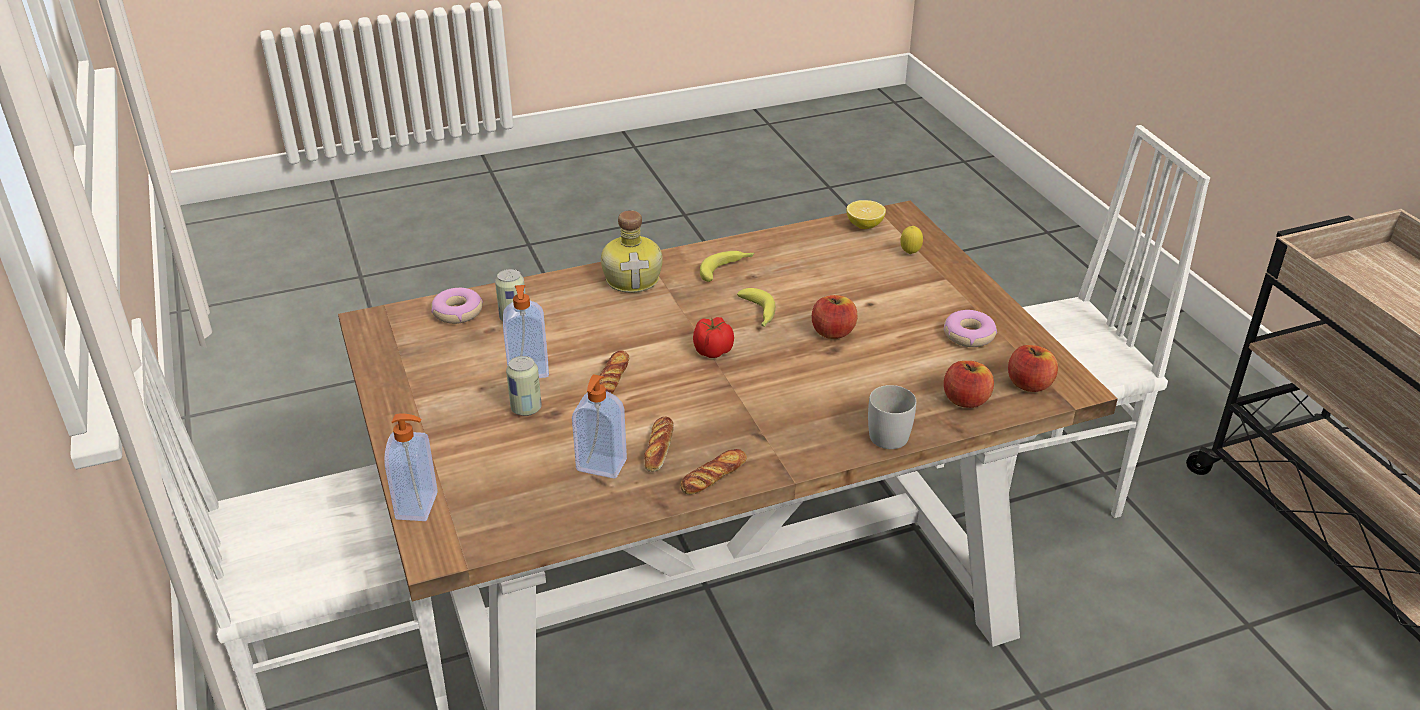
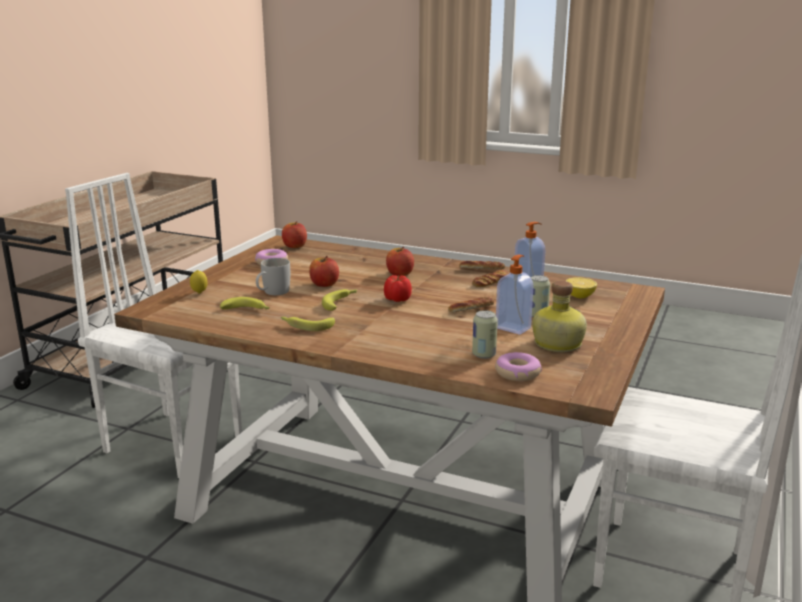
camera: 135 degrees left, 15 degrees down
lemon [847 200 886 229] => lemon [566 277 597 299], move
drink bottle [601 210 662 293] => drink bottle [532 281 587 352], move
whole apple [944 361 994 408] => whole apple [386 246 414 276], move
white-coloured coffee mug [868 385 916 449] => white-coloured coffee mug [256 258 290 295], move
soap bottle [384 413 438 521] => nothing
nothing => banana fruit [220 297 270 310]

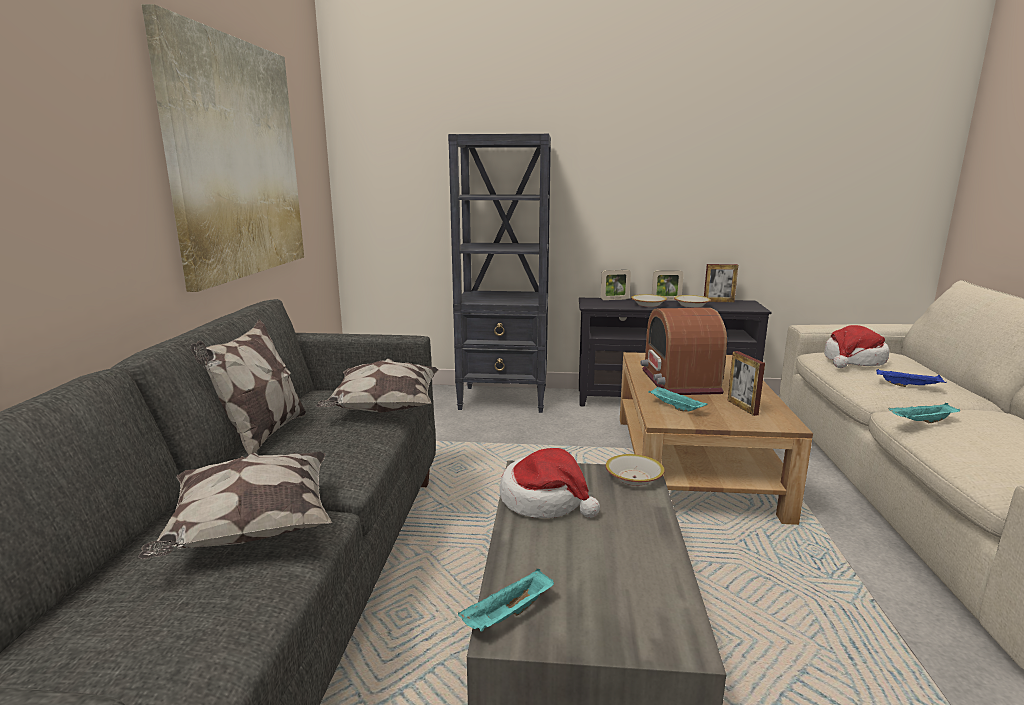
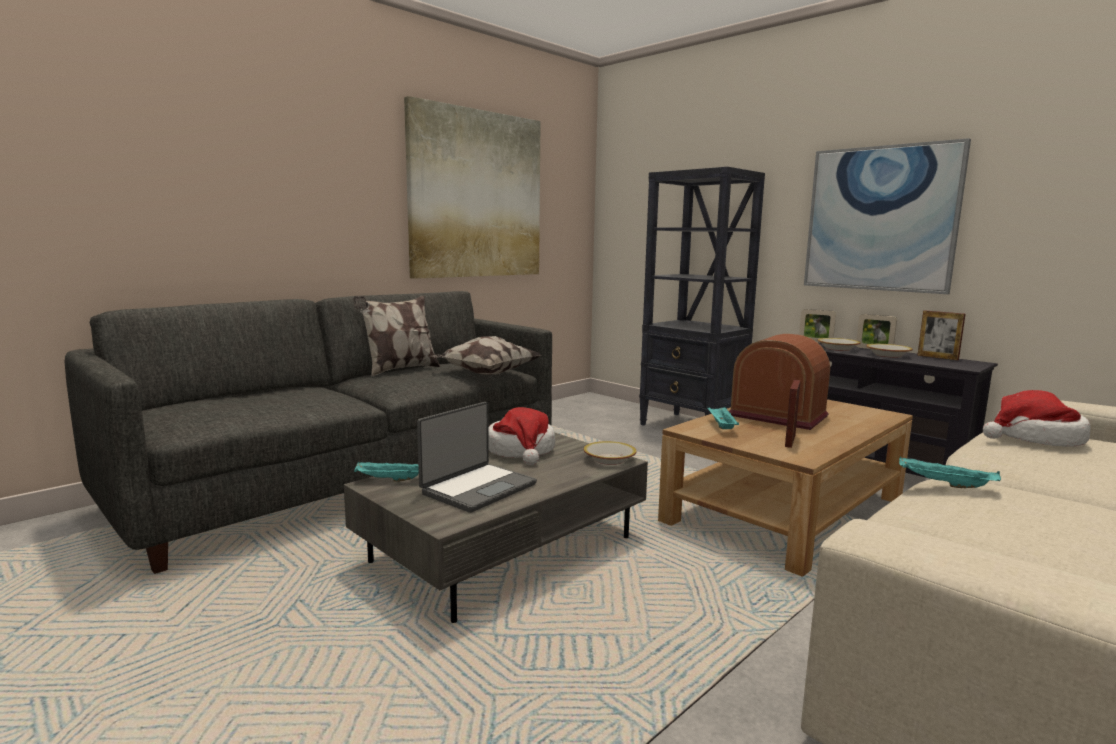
camera: 40 degrees right, 5 degrees down
radio set [641 308 727 395] => radio set [729 334 830 430], 90 degrees clockwise
blue tray [876 369 947 387] => nothing
cushion [138 452 332 559] => nothing
nothing => wall art [804 138 971 294]
nothing => portable computer [417 402 537 513]

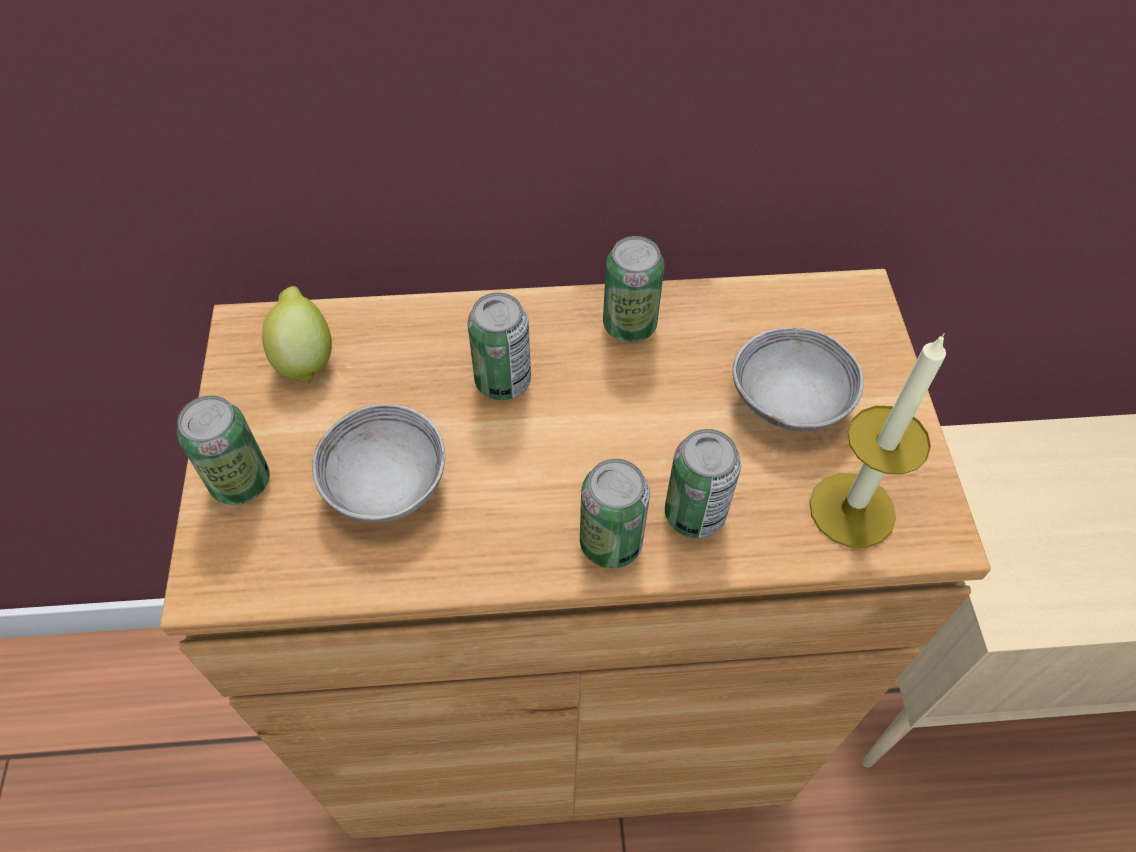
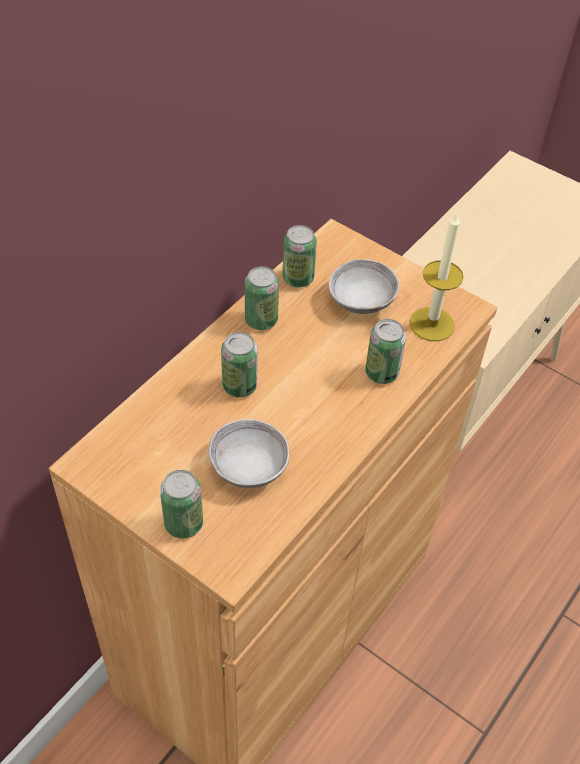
camera: 50 degrees left, 5 degrees down
lemon [262 286 332 384] => nothing
sealed can [580 459 650 568] => sealed can [282 225 317 288], move

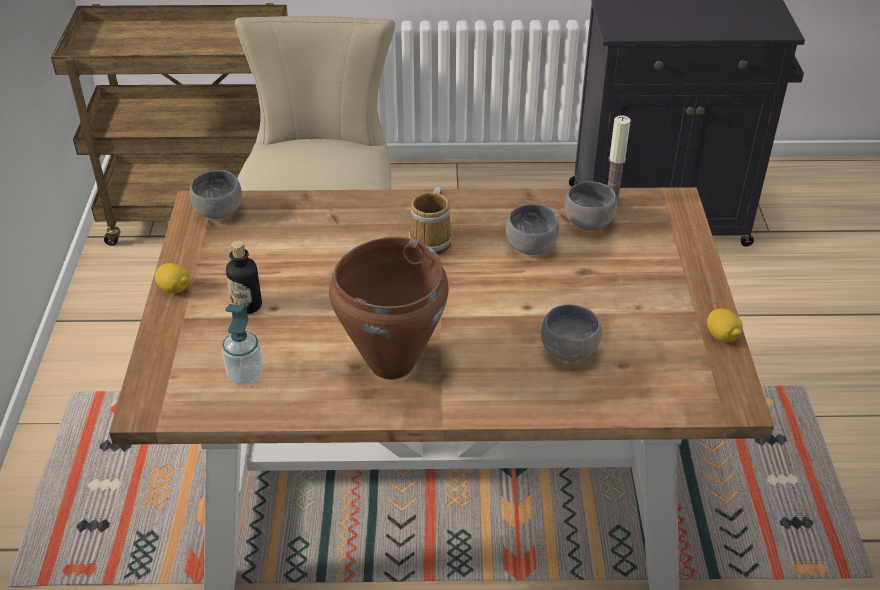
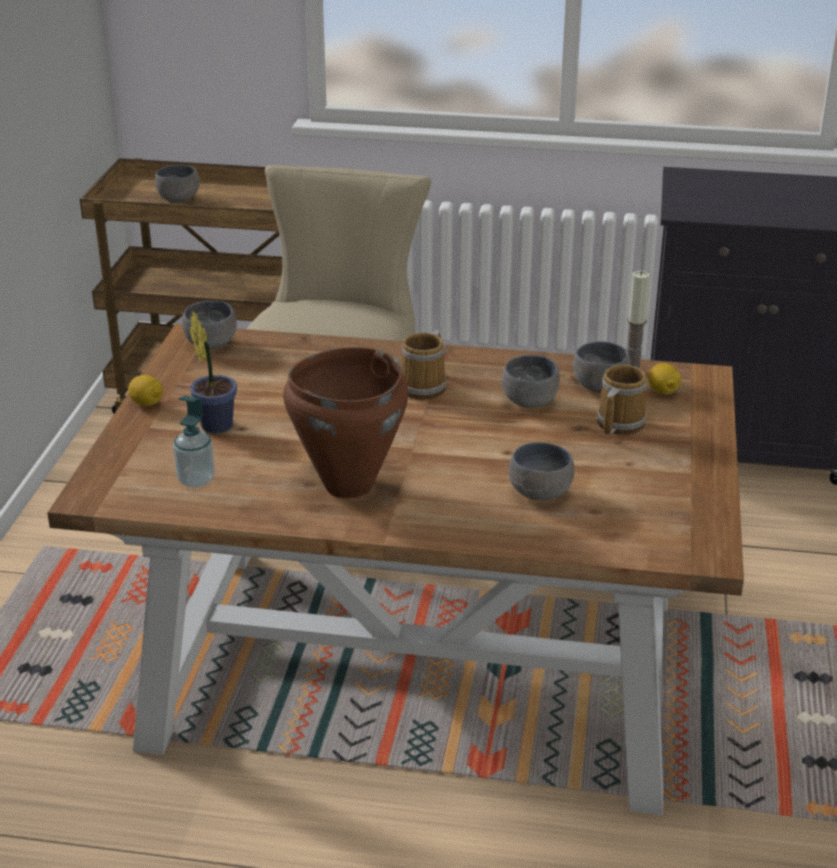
camera: 10 degrees right, 10 degrees down
drink bottle [226 241 262 314] => houseplant [190 312 237 433]
lemon [707 308 743 342] => lemon [648 363 681 394], move
nothing => greyish deep dish [155 165 200 203]
nothing => coffee mug [597 365 647 436]

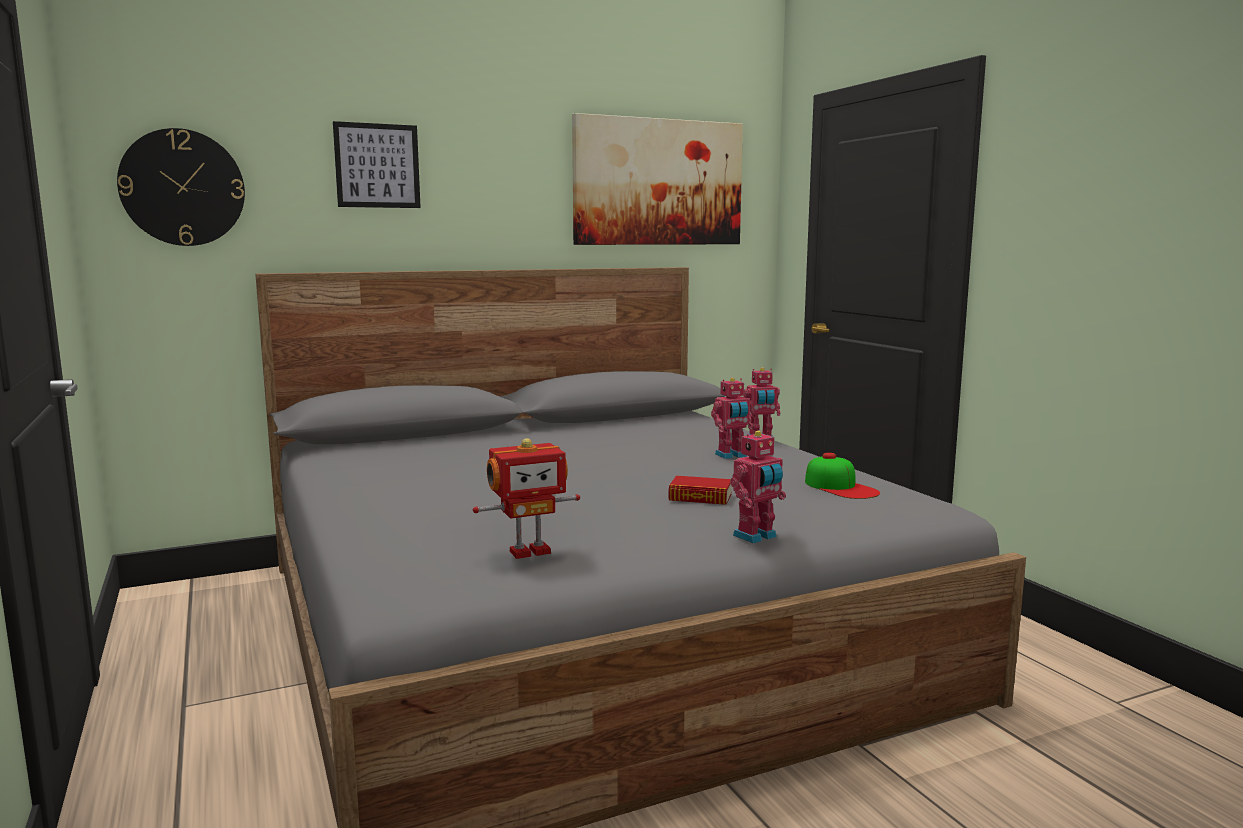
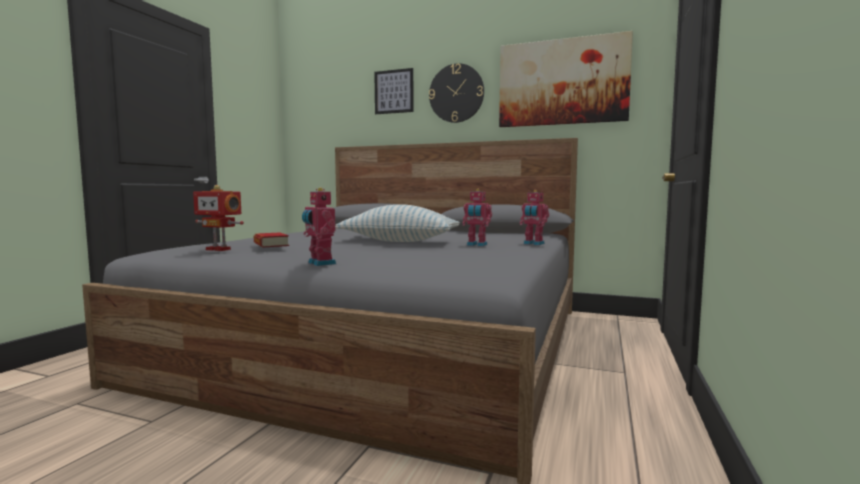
camera: 45 degrees right, 5 degrees down
hanging clock [117 128 245 246] => hanging clock [429 63 484 123], move
robot figure [730 431 786 544] => robot figure [302 188 336 266], 45 degrees clockwise
cap [805 453 880 499] => nothing
book [668 476 732 505] => book [253 233 289 247], move
nothing => cushion [335 204 460 242]

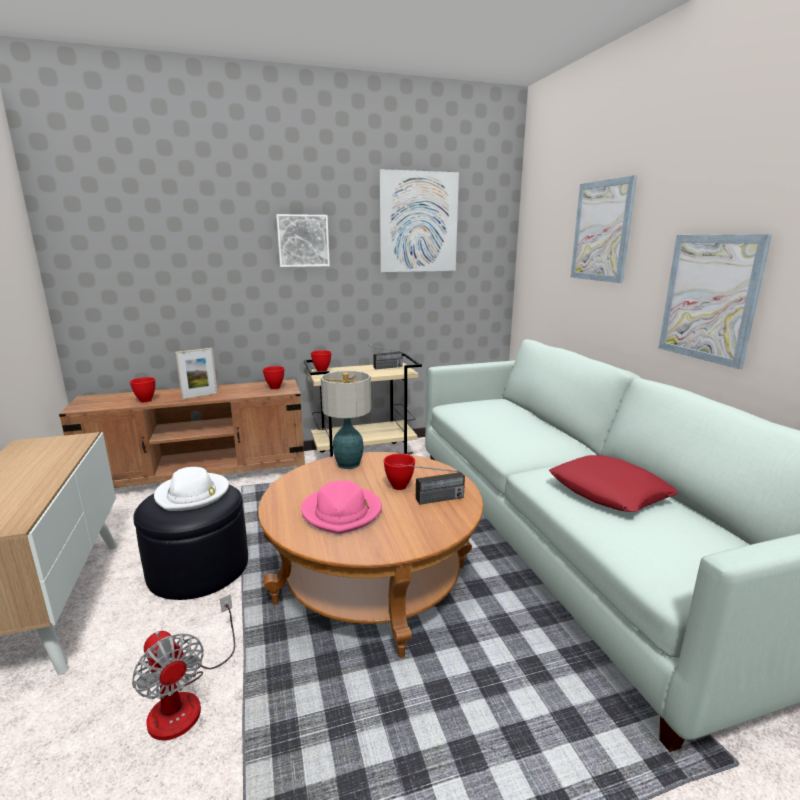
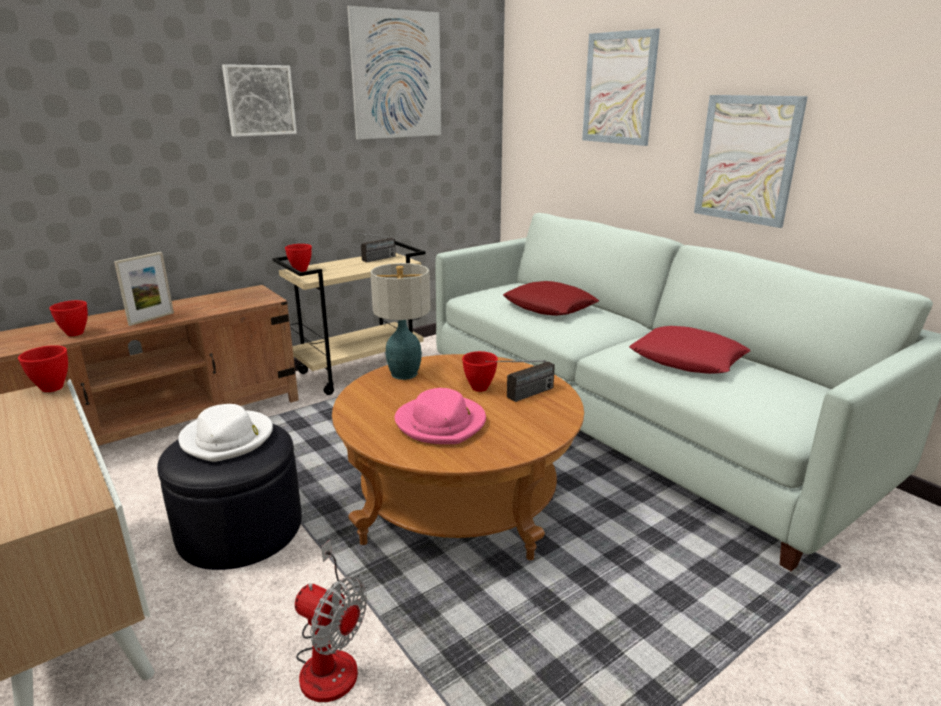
camera: 20 degrees left, 5 degrees up
reddish deep dish [263 366 284 389] => reddish deep dish [18 345 68 392], move
nothing => reddish cushion [503 281 599 316]

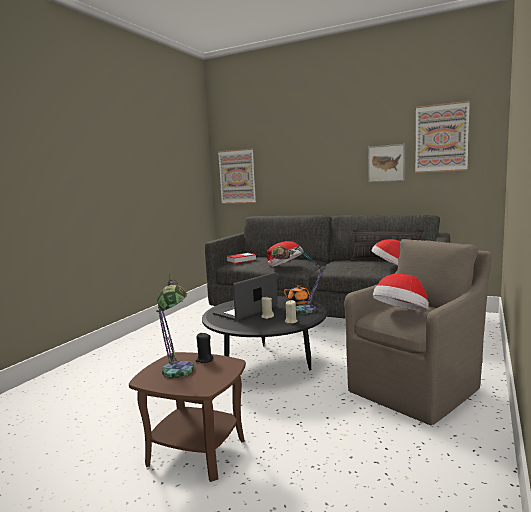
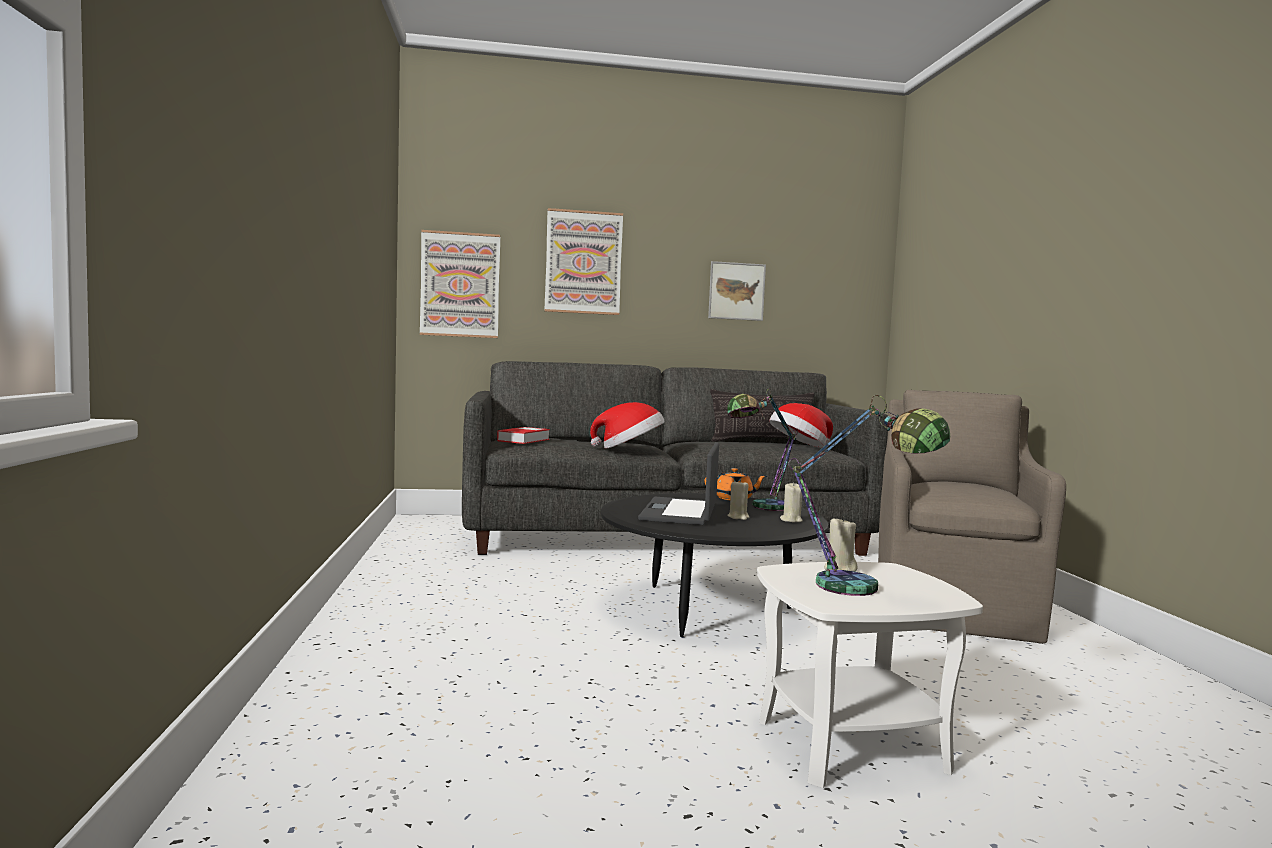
camera: 35 degrees left, 5 degrees down
wall art [415 101 470 173] => wall art [545 208 623 315], move
clothing hat [372 274 429 311] => nothing
black-coloured candle [196 333 214 363] => sand-coloured candle [824 517 858 571]
brownish side table [129 352 246 482] => white-coloured side table [757 562 983 788]

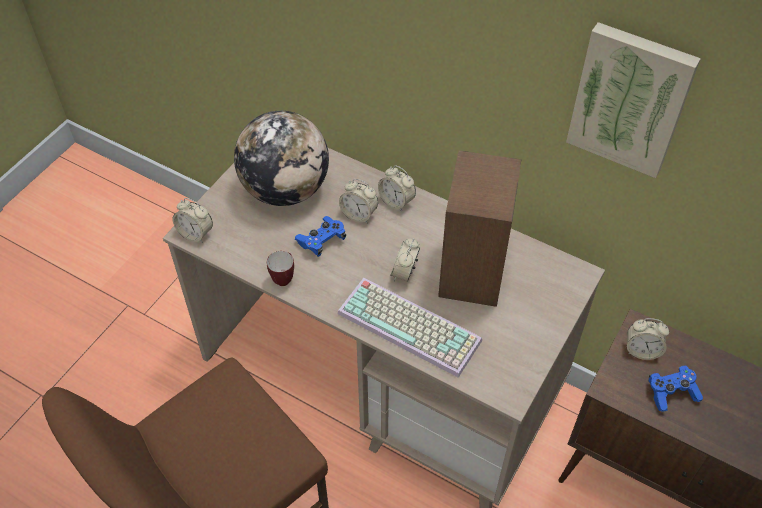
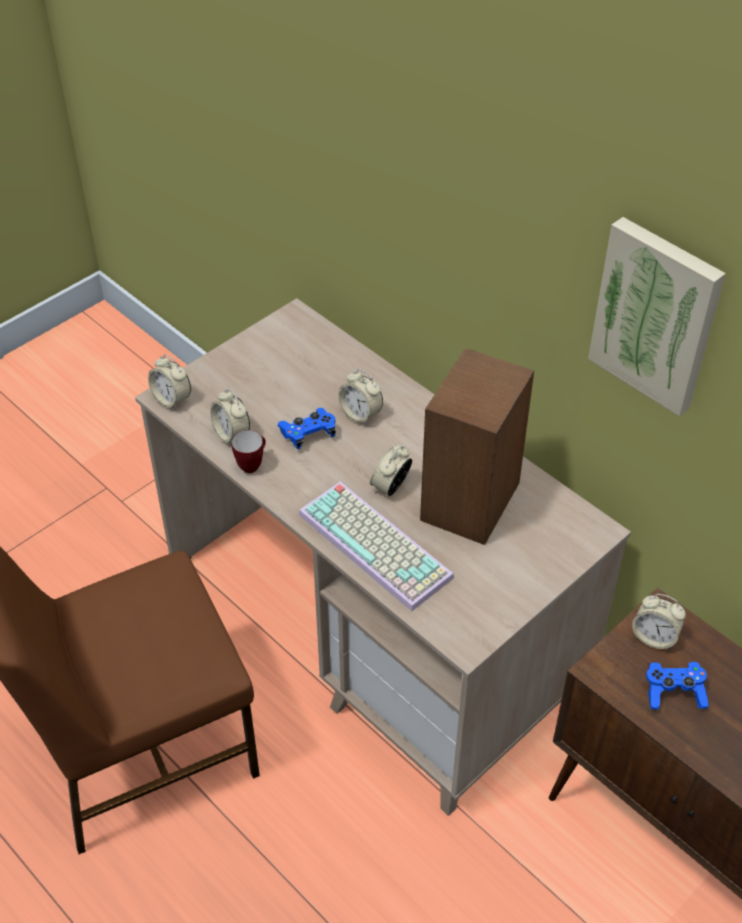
camera: 15 degrees right, 5 degrees down
globe [234 111 329 206] => nothing
bedside clock [378 165 416 211] => bedside clock [210 389 250 445], move

